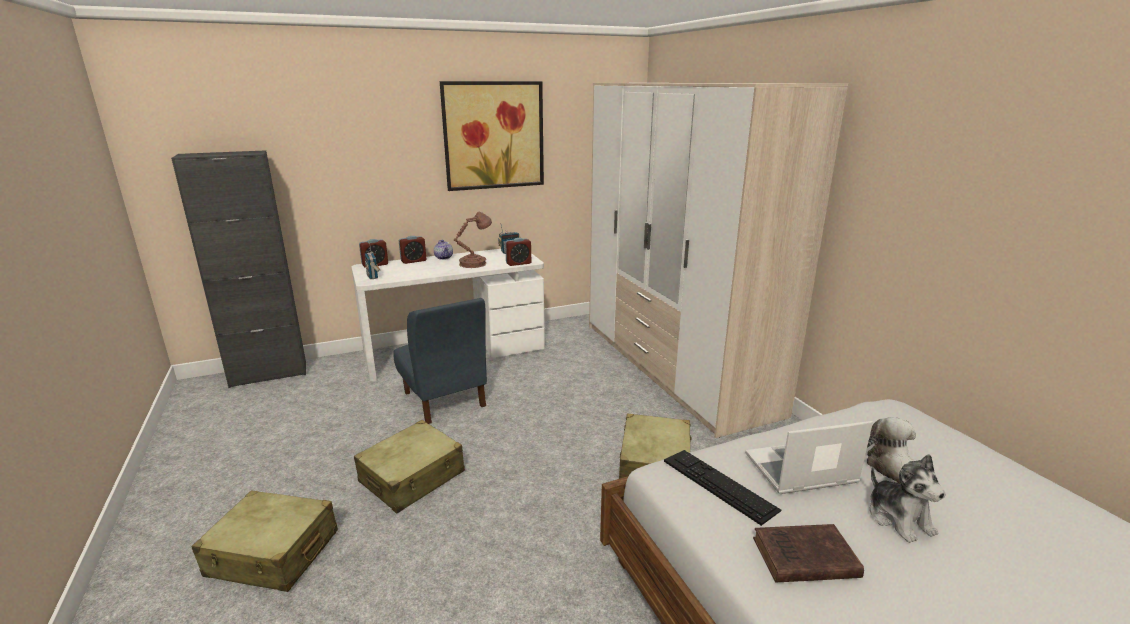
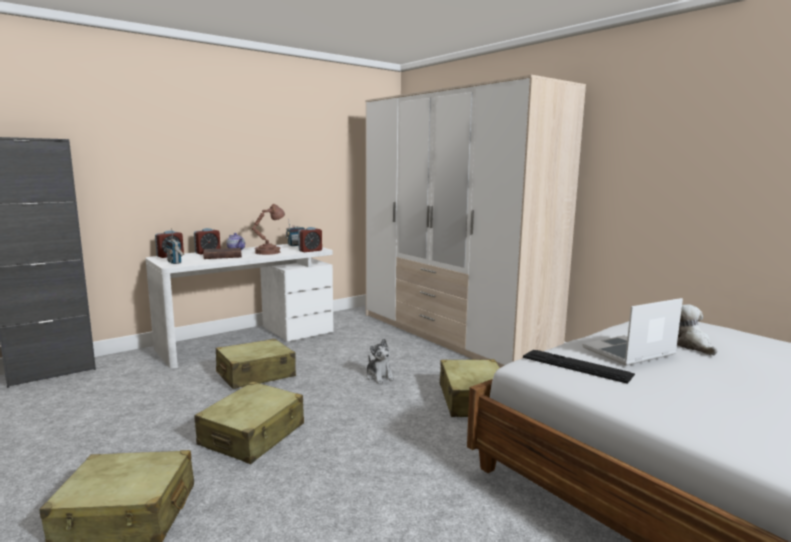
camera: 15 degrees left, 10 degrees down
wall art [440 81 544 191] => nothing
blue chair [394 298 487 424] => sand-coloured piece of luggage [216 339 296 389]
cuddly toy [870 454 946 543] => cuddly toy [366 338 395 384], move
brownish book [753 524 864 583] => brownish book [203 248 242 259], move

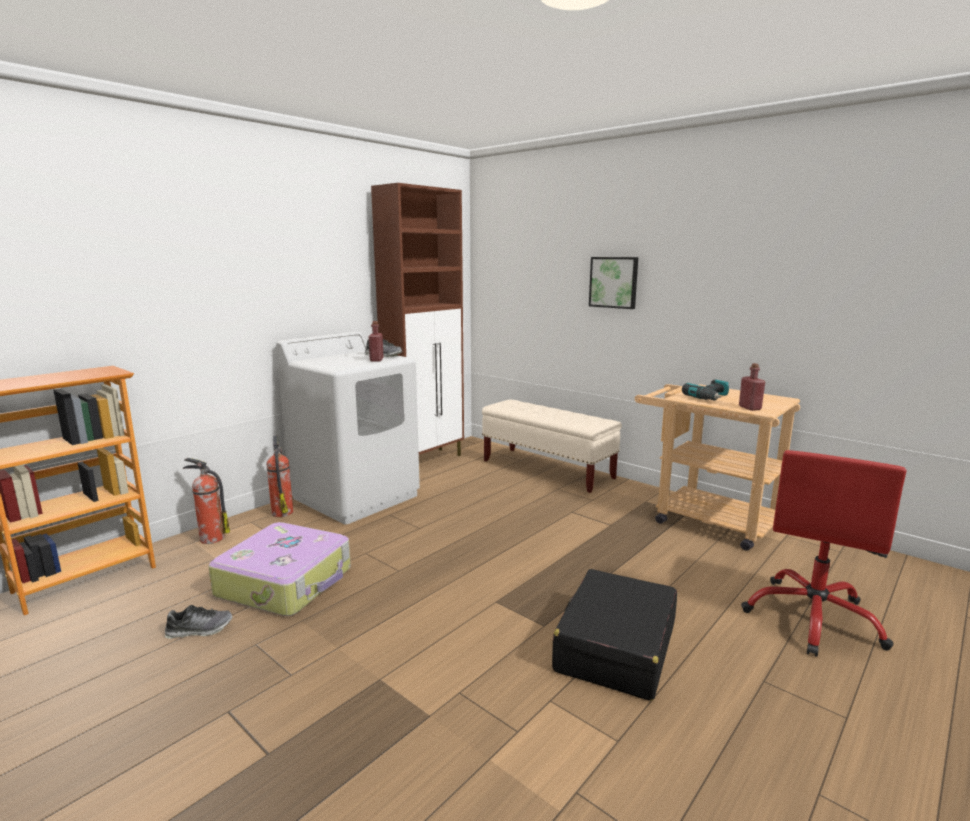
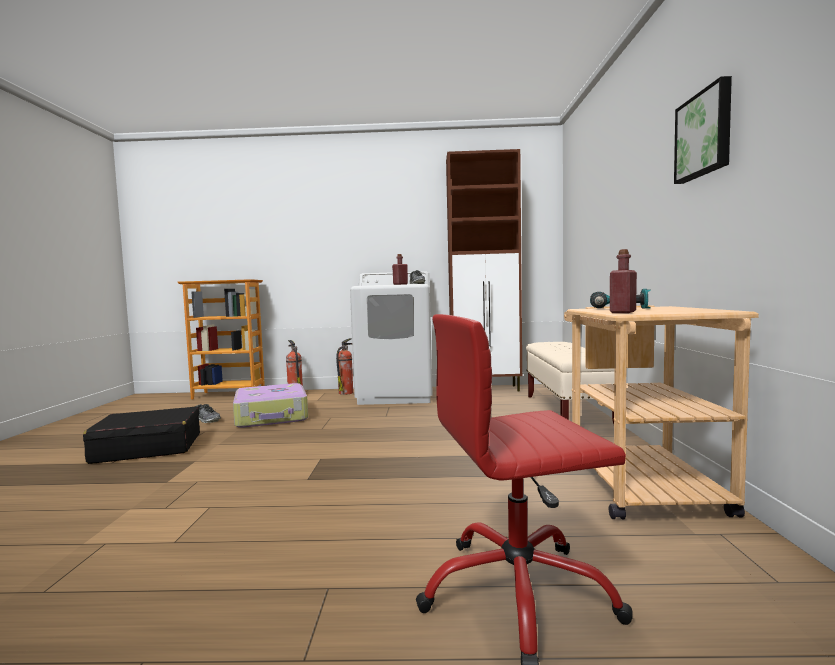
camera: 50 degrees right, 10 degrees down
wall art [589 257 638 309] => wall art [674 76 732 184], move
black-coloured piece of luggage [552 569 677 701] => black-coloured piece of luggage [83 406 200 464], move

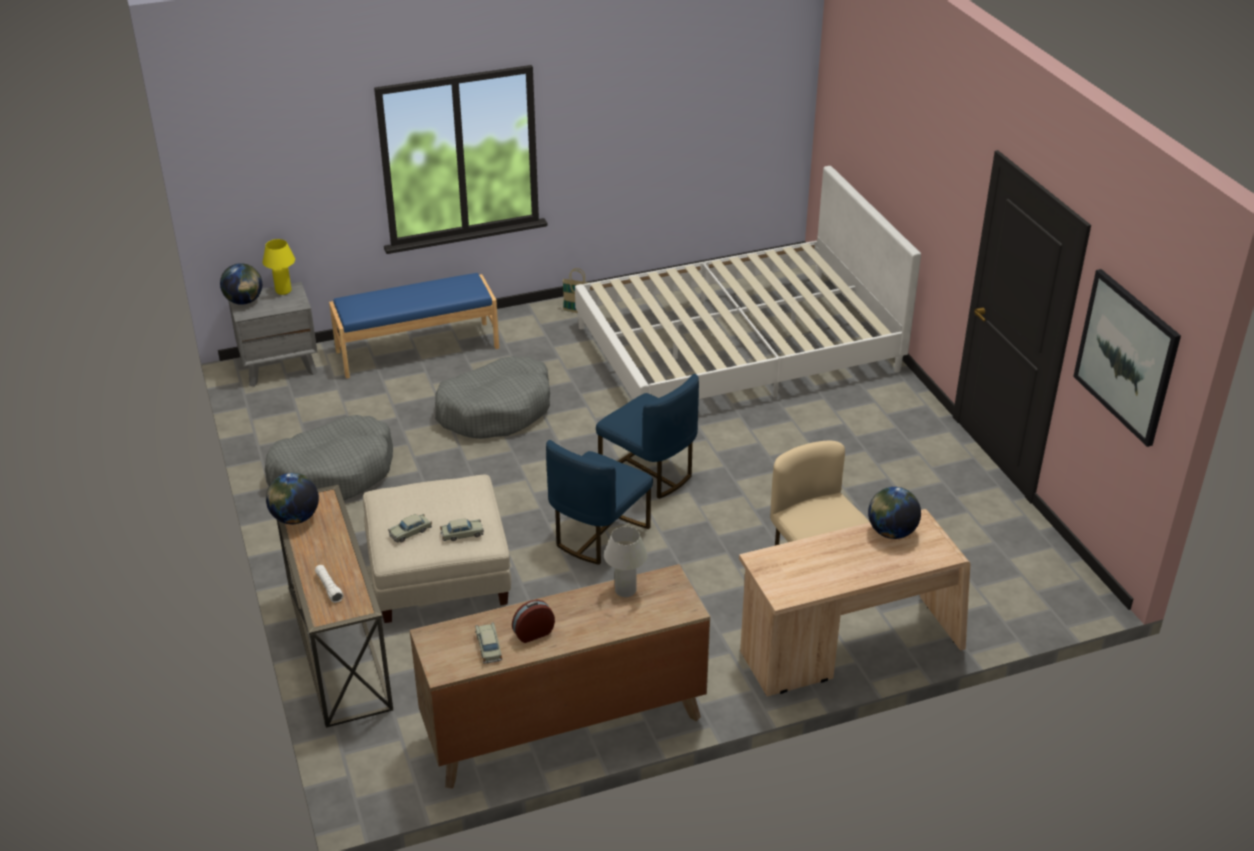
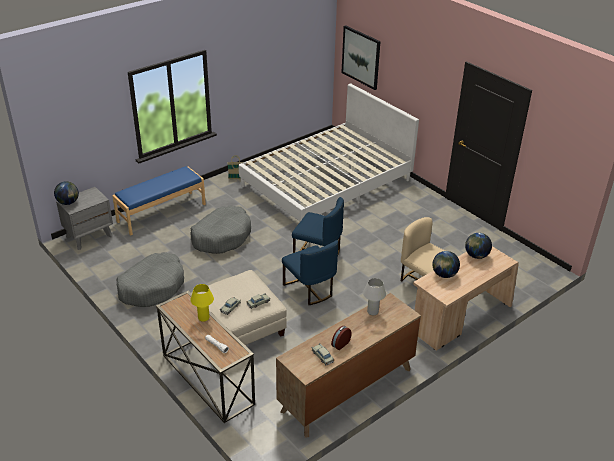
camera: 20 degrees left, 0 degrees up
yellow-coloured lamp for a table [263 239 295 295] => yellow-coloured lamp for a table [190 284 214 322], move
wall art [1073 269 1181 447] => wall art [341 25 381 90], move
blue chair [546 440 653 565] => blue chair [282 240 338 305], 45 degrees counterclockwise
globe [266 473 319 524] => globe [432 251 460 278], move

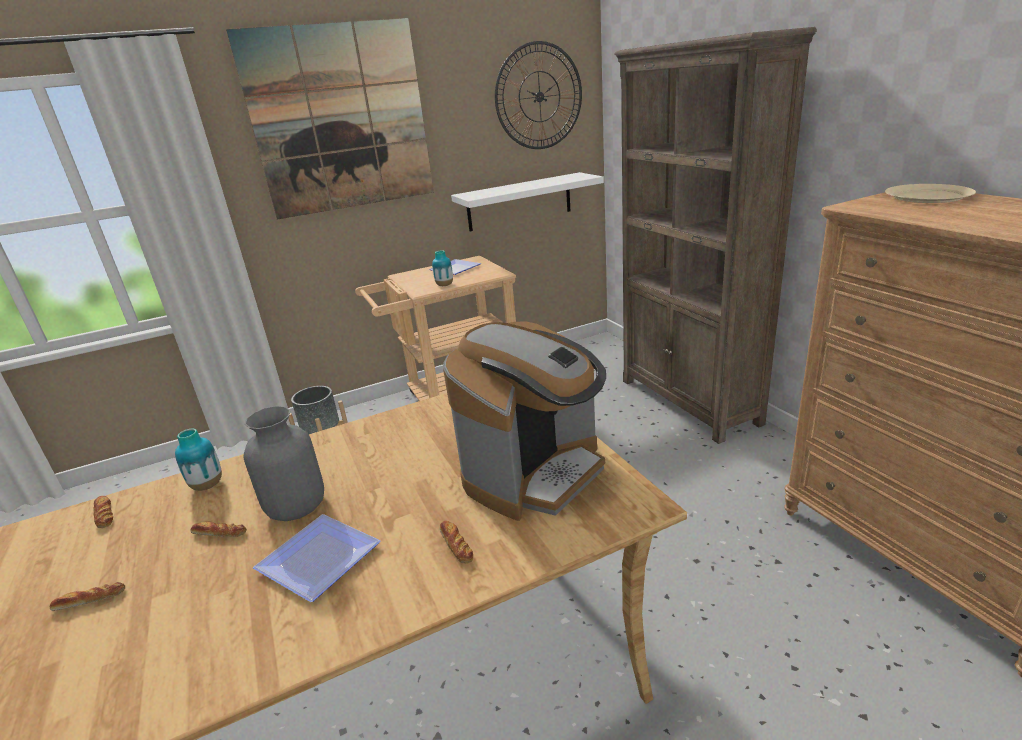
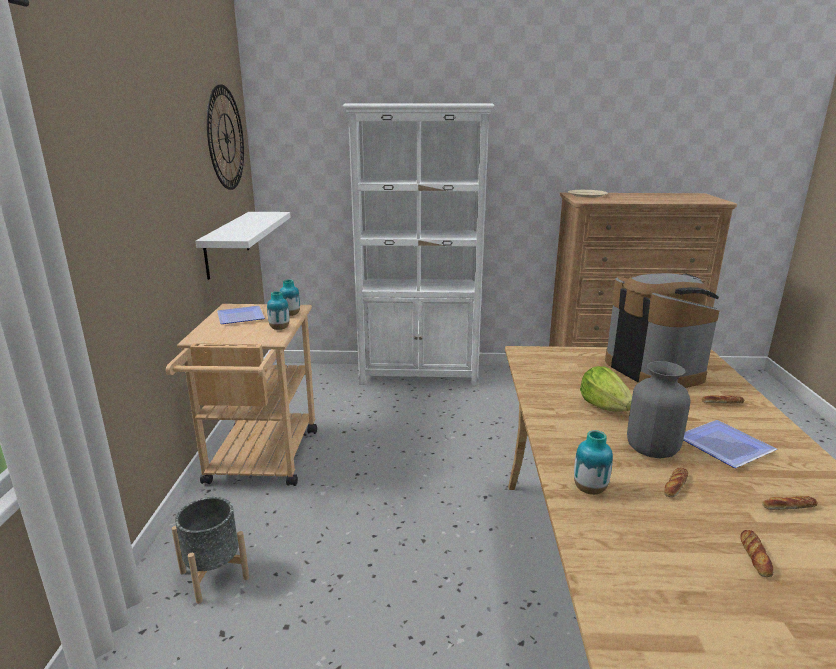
camera: 65 degrees left, 5 degrees down
wall art [226 18 434 220] => nothing
brownish bookcase [614 27 817 444] => white-coloured bookcase [343 103 494 387]
baked bread [93 496 113 528] => baked bread [762 496 817 510], move
nothing => flower vase [280 279 300 316]
nothing => head of lettuce [580 366 632 411]

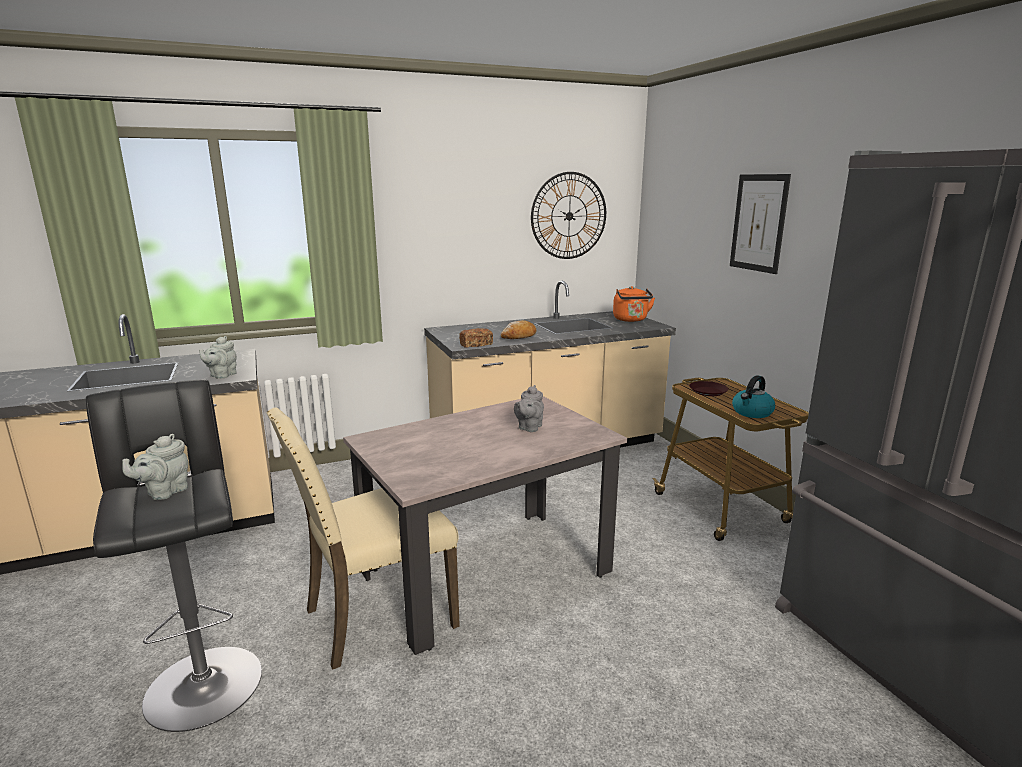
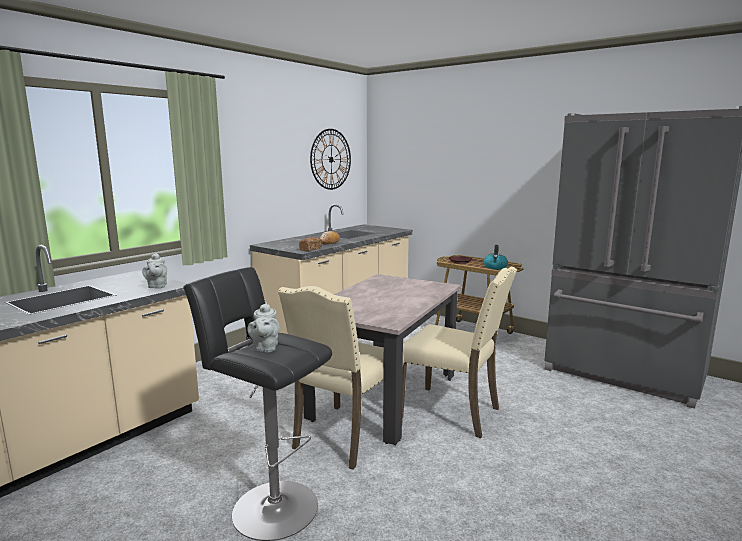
camera: 30 degrees left, 5 degrees down
wall art [730 174 791 274] => nothing
orange tea kettle [613 286 655 322] => nothing
greyish pot for tea [514 385 544 432] => nothing
nothing => sand-coloured chair [402 267 517 438]

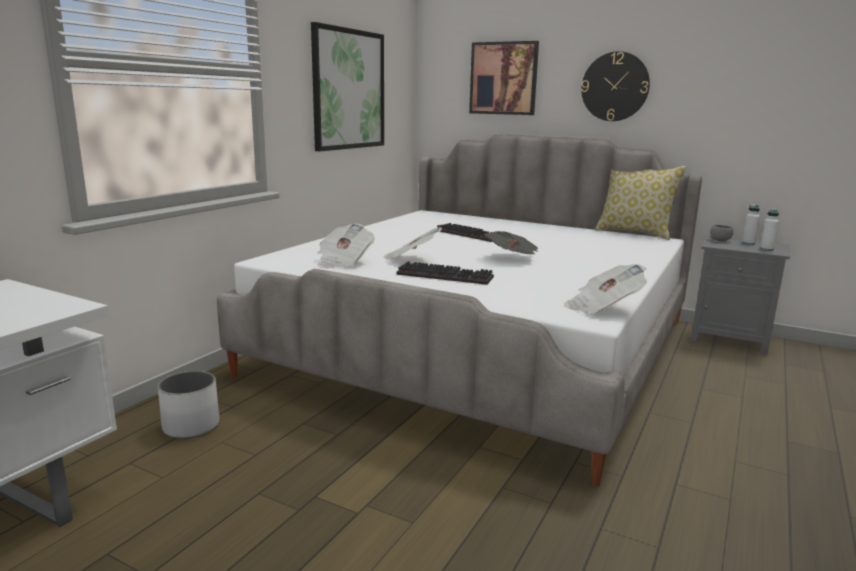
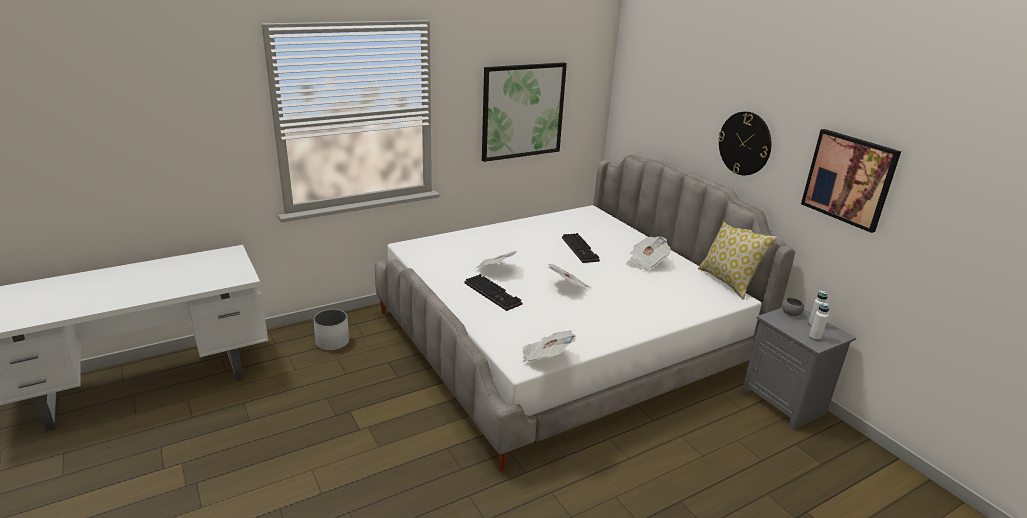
camera: 30 degrees right, 10 degrees up
wall art [469 41 539 115] => wall art [801 129 901 233], move
daily paper [317 223 375 269] => daily paper [626 237 671 270], move

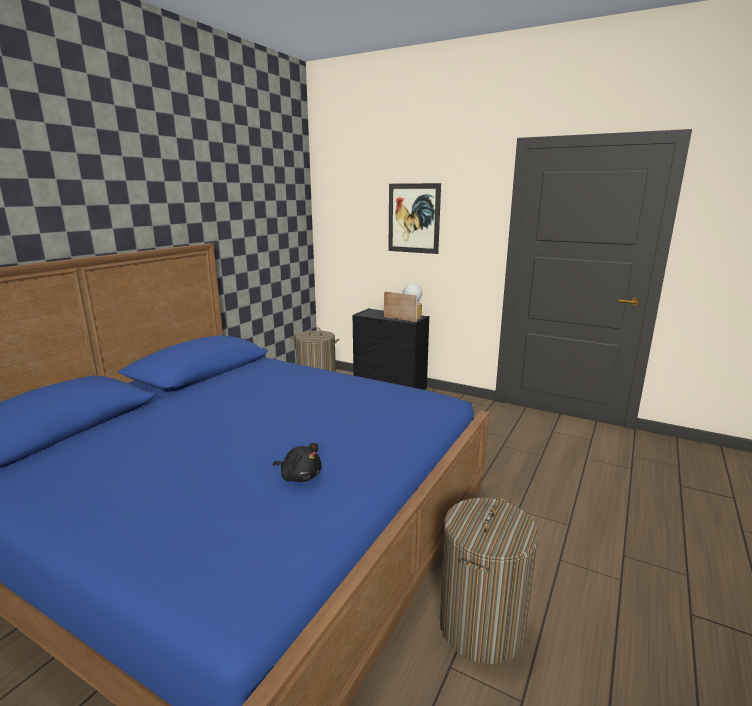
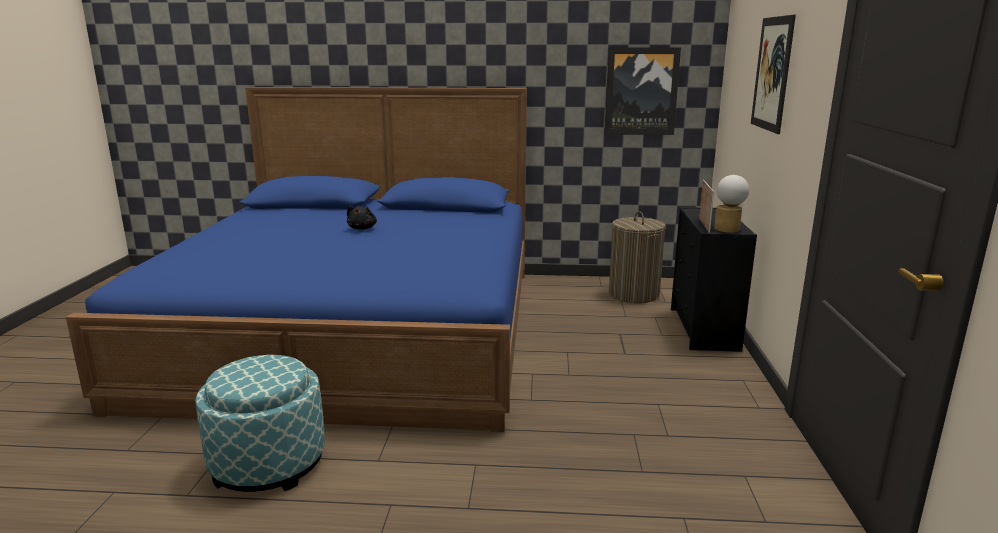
camera: 65 degrees right, 0 degrees up
black-coloured cuddly toy [273 443 321 482] => black-coloured cuddly toy [347 206 377 230], move
laundry basket [440 498 539 664] => ottoman [195 355 325 492]
nothing => wall art [604 47 681 135]

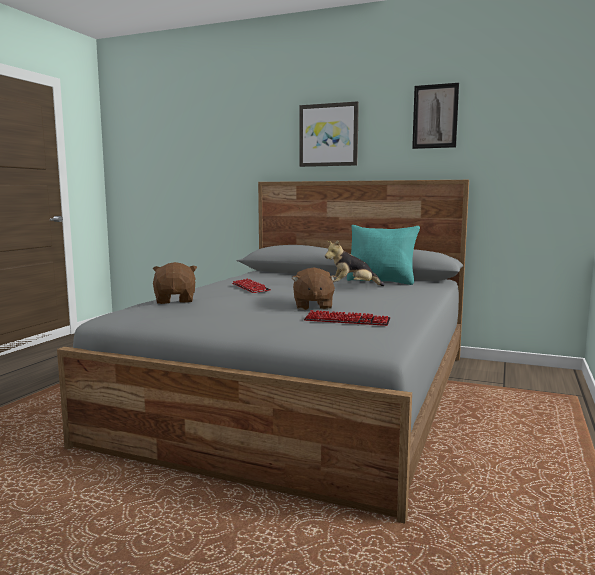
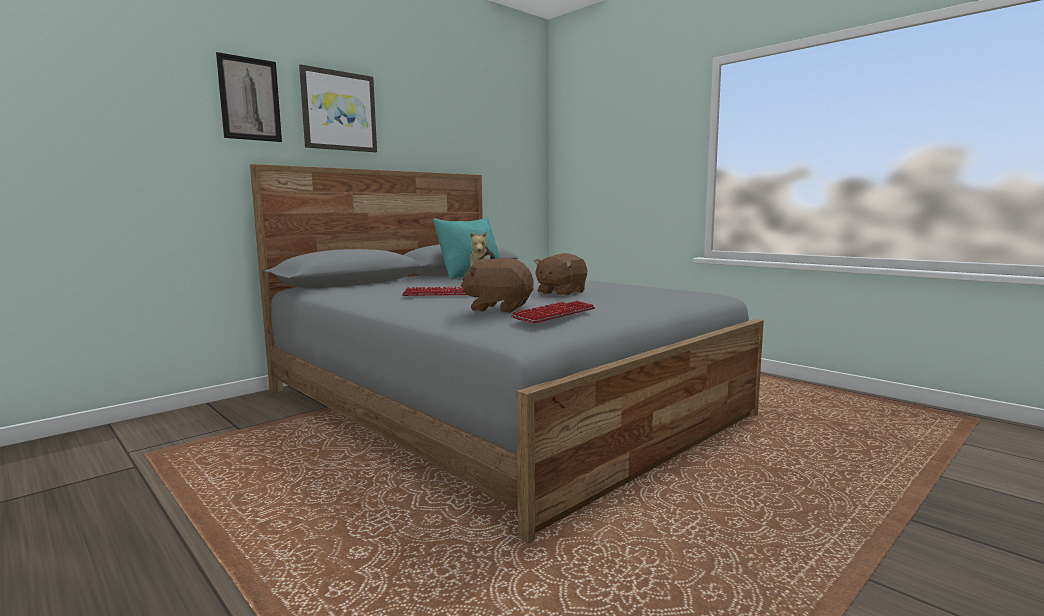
camera: 65 degrees left, 0 degrees up
wall art [412 83 459 149] => wall art [216 52 282 142], move
brownish cuddly toy [292 267 337 310] => brownish cuddly toy [534 253 587 296], 105 degrees clockwise
keyboard [304 310 390 326] => keyboard [511 301 595 323], move

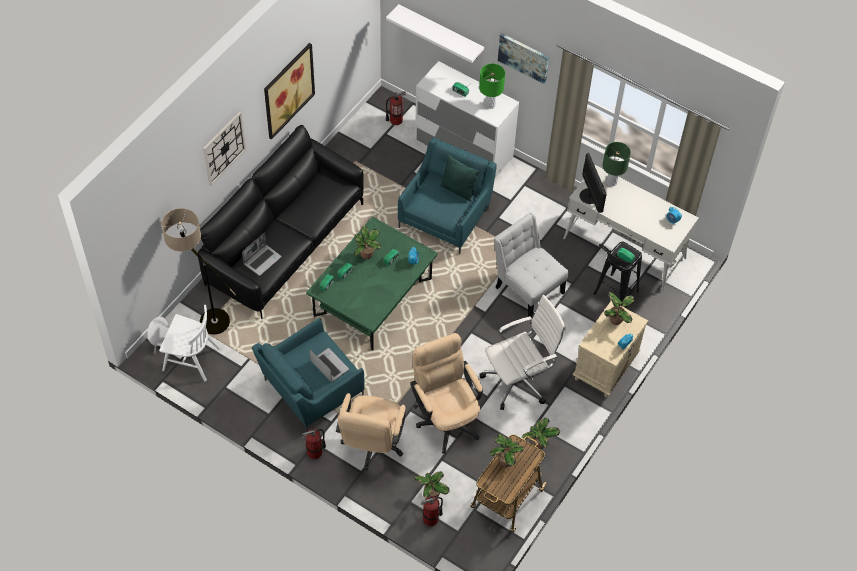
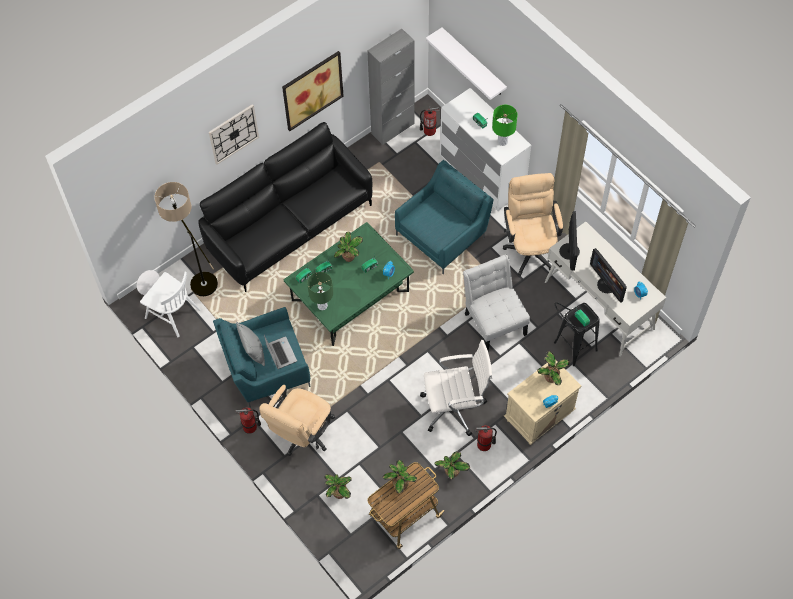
camera: 20 degrees right, 5 degrees up
wall art [498 33 549 84] => nothing
green-coloured lamp for a table [603 142 631 186] => green-coloured lamp for a table [307 272 333 310], move
green-coloured cushion [439 154 480 202] => nothing
portable computer [242 232 282 276] => nothing
sand-coloured computer chair [411 333 483 454] => sand-coloured computer chair [503 173 563 276], move
fire-fighting cylinder [421 496 443 526] => fire-fighting cylinder [475 425 497 451], move
nothing => greyish cupboard [367 29 414 145]
nothing => computer screen [590 248 627 303]
nothing => greyish cushion [236 321 265 366]

